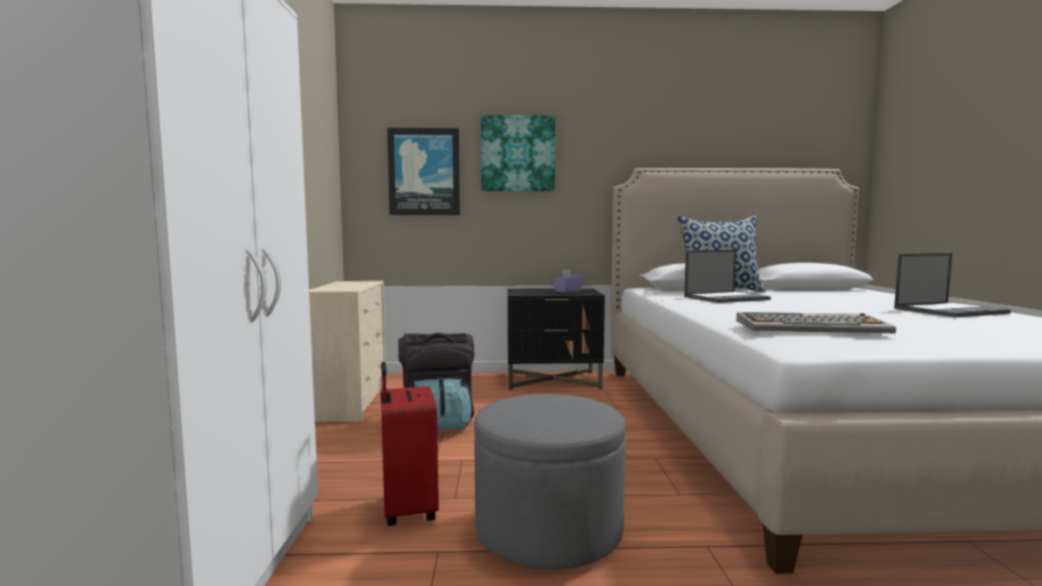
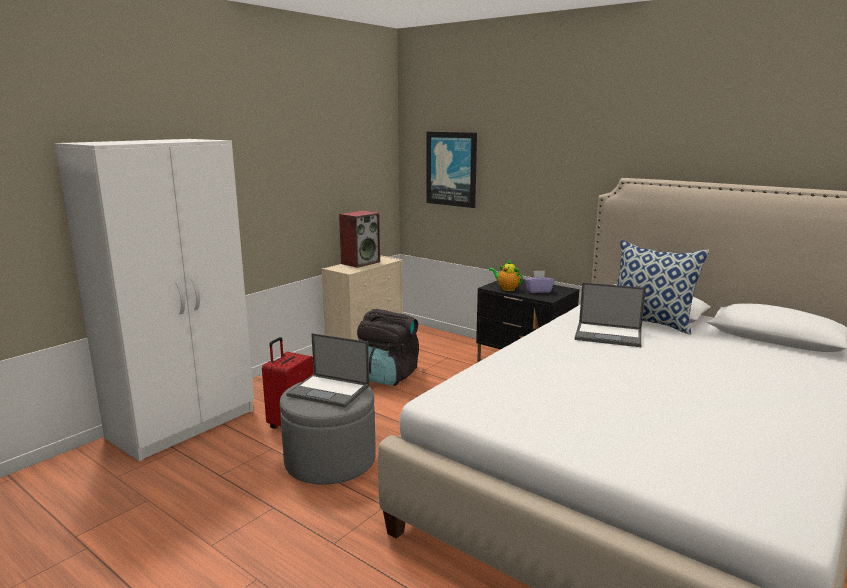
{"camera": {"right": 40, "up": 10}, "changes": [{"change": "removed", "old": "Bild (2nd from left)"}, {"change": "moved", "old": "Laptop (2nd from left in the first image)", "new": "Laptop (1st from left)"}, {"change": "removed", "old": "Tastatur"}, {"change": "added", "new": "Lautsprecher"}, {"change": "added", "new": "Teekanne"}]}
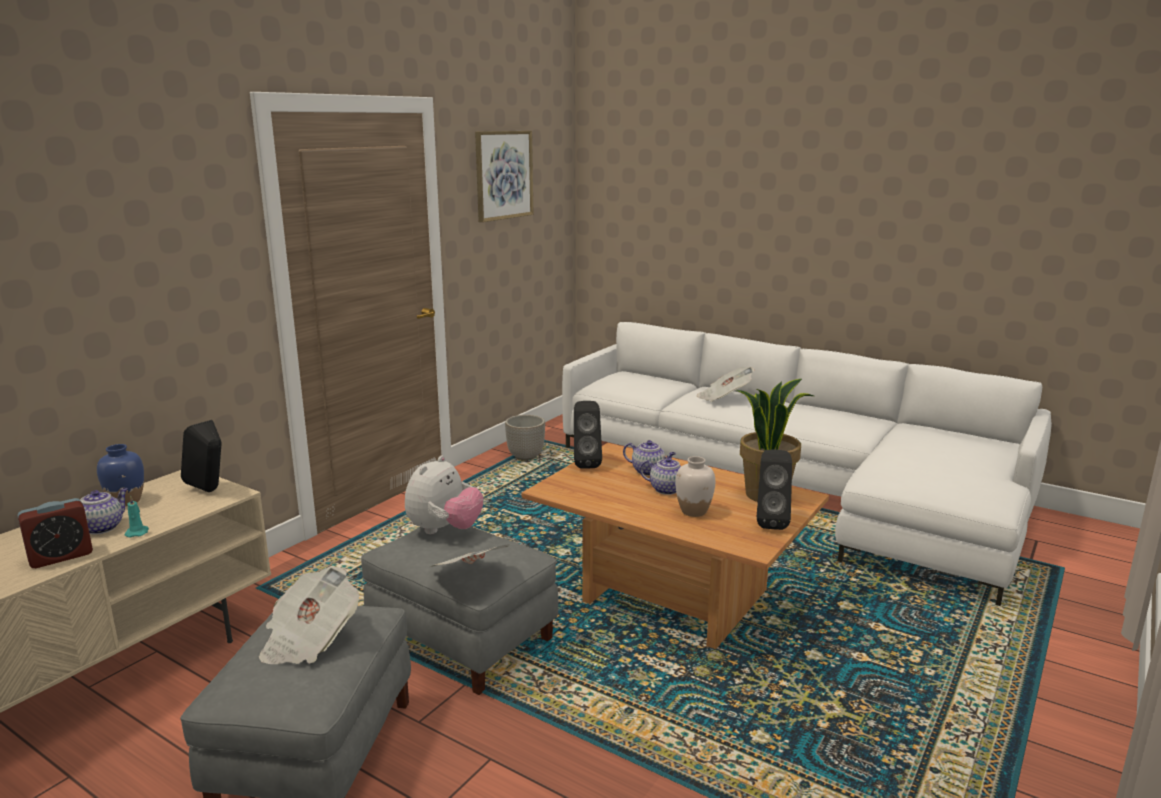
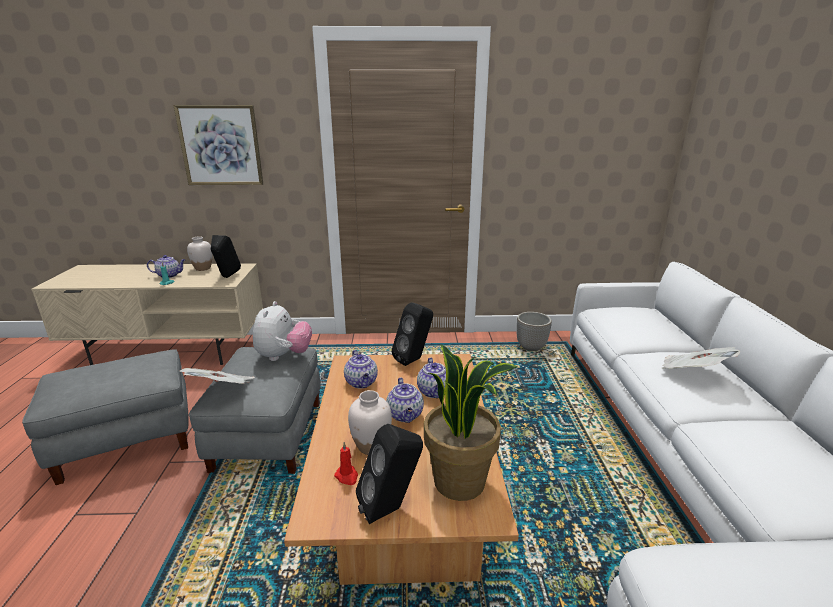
{"camera": {"right": 55, "up": 5}, "changes": [{"change": "moved", "old": "Bild"}, {"change": "recoloured", "old": "Vase (blau)", "new": "Vase (weiß) (1st from left)"}, {"change": "turned", "old": "Plüschtier", "degrees": -75}, {"change": "removed", "old": "Wecker"}, {"change": "removed", "old": "Zeitung (1st from left)"}, {"change": "added", "new": "Teekanne (2nd from left)"}, {"change": "added", "new": "Kerze (rot)"}]}
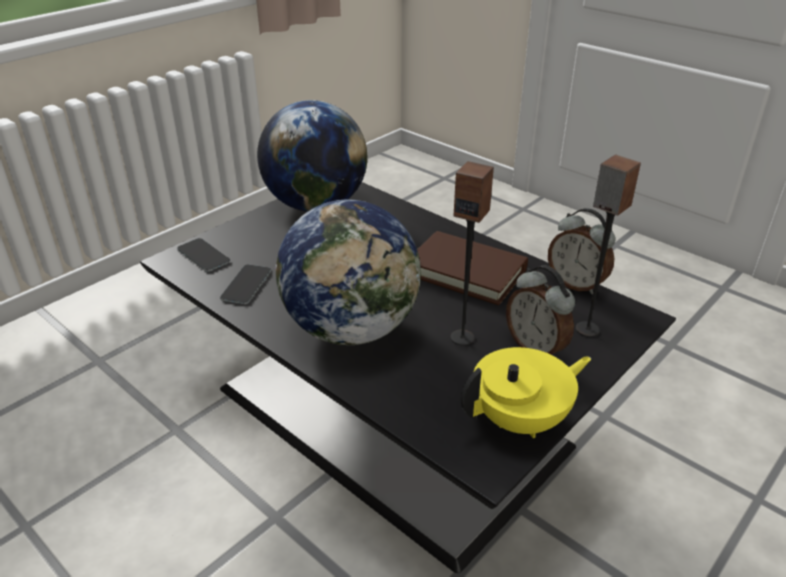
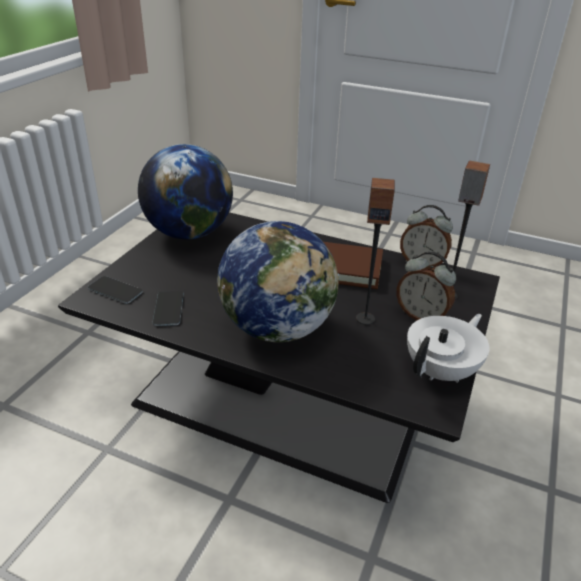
{"camera": {"right": -20, "up": 0}, "changes": [{"change": "recoloured", "old": "Teekanne (gelb)", "new": "Teekanne (weiß)"}]}
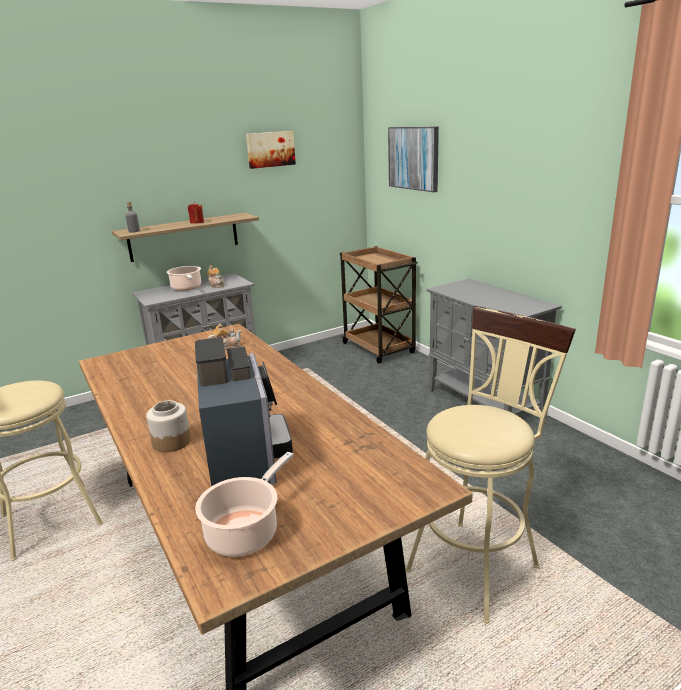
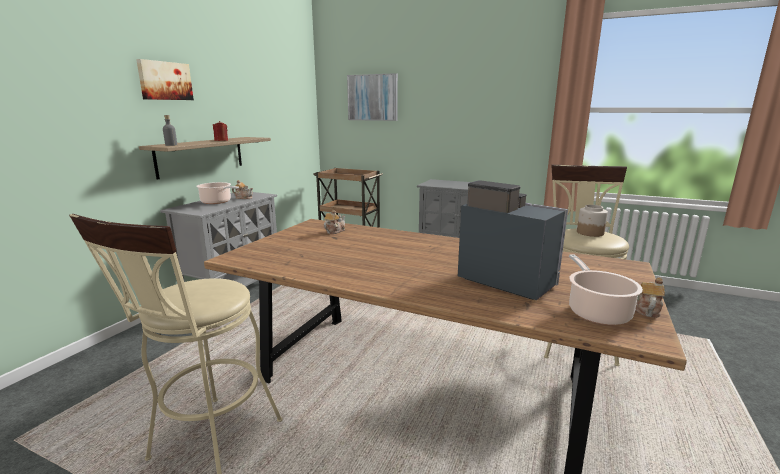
{"camera": {"right": -35, "up": -5}, "changes": [{"change": "moved", "old": "Bild (1st from left)"}, {"change": "moved", "old": "Vorratsglas"}, {"change": "added", "new": "Teekanne (3rd from left)"}]}
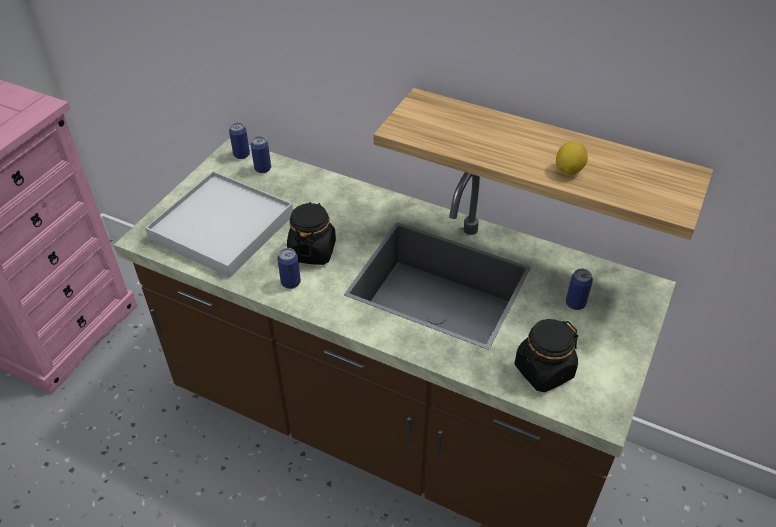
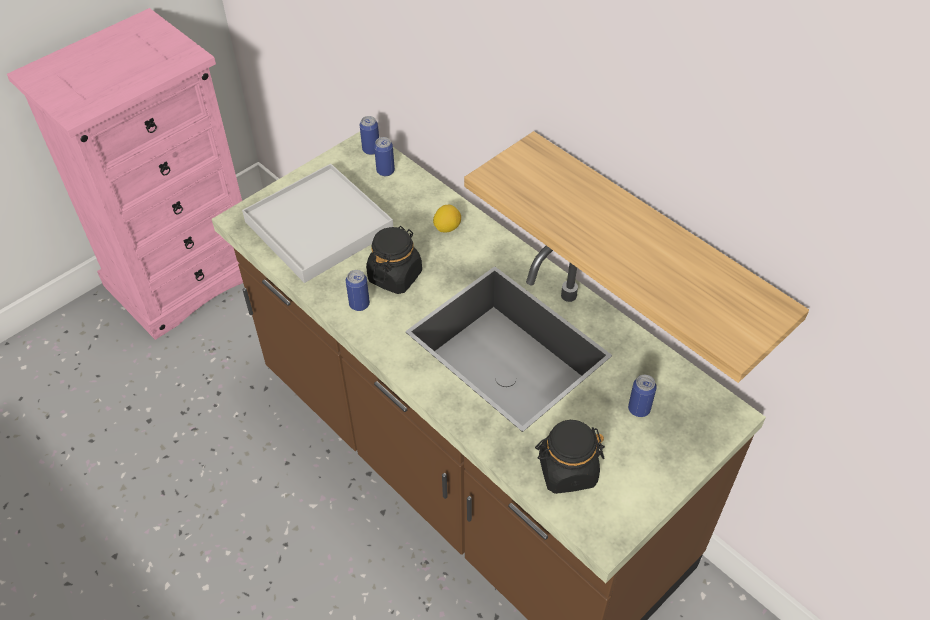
{"camera": {"right": 20, "up": 5}, "changes": [{"change": "moved", "old": "Zitrone"}]}
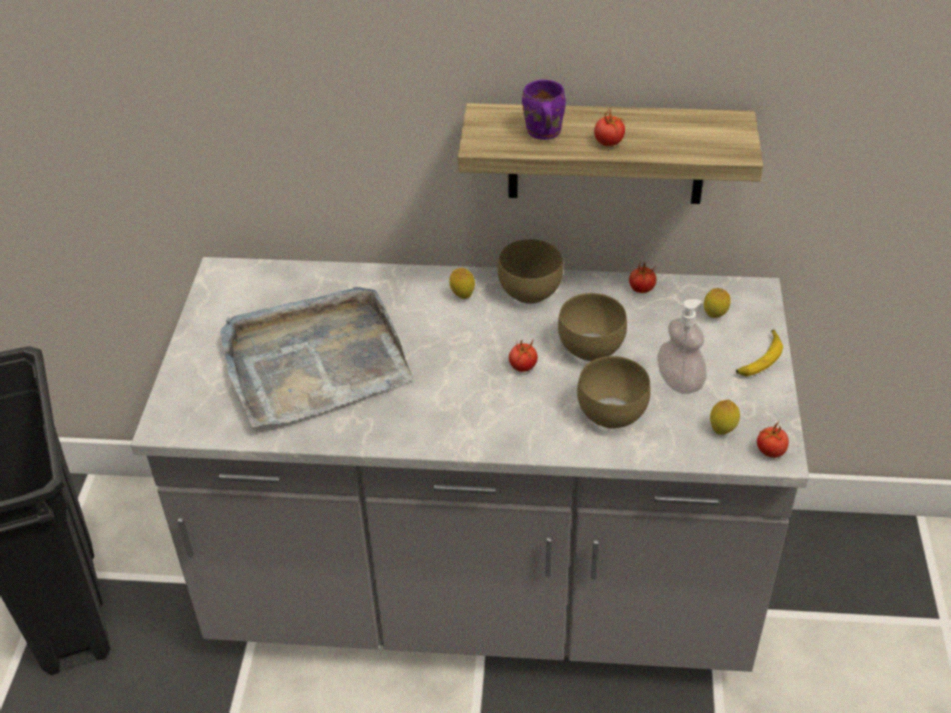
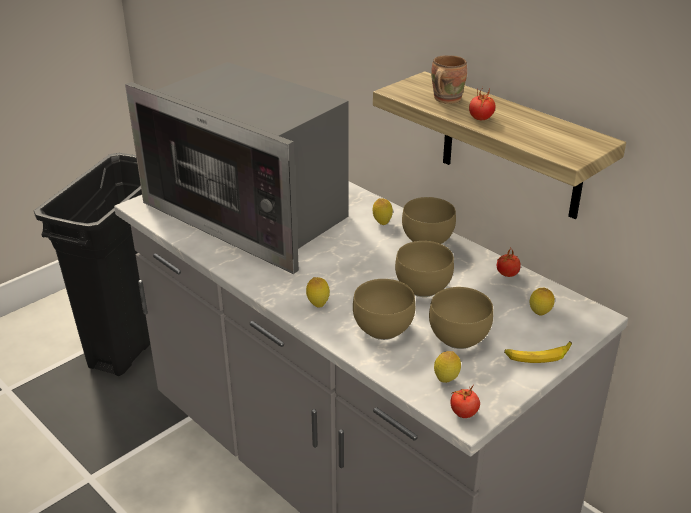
{"camera": {"right": 40, "up": -10}, "changes": [{"change": "recoloured", "old": "Henkelbecher (lila)", "new": "Henkelbecher (braun)"}, {"change": "replaced", "old": "Tablett (grau)", "new": "Mikrowelle"}, {"change": "replaced", "old": "Seifenspender", "new": "Schüssel (braun) (4th from left)"}, {"change": "removed", "old": "Tomate (1st from left)"}, {"change": "added", "new": "Zitrone (1st from left)"}]}
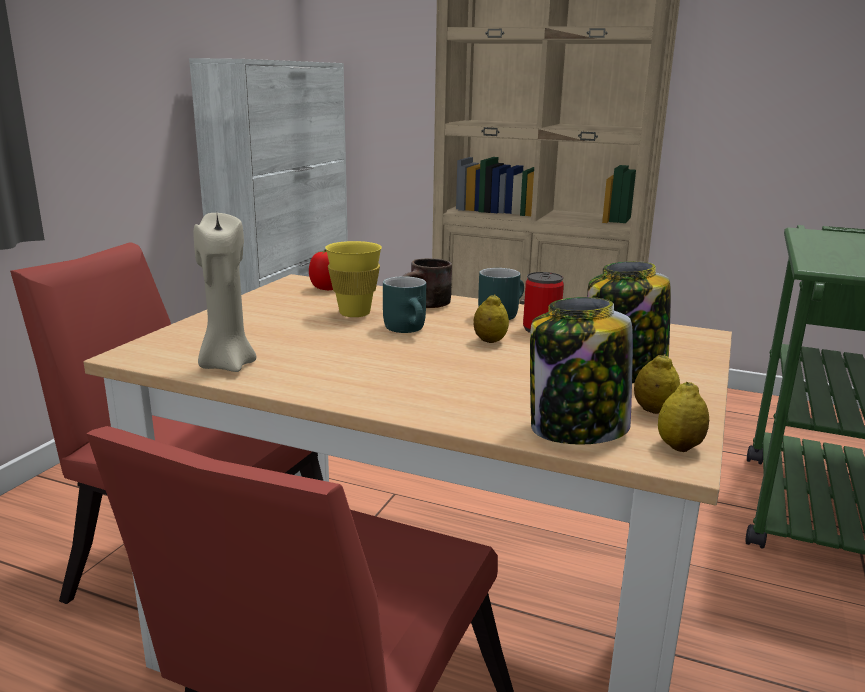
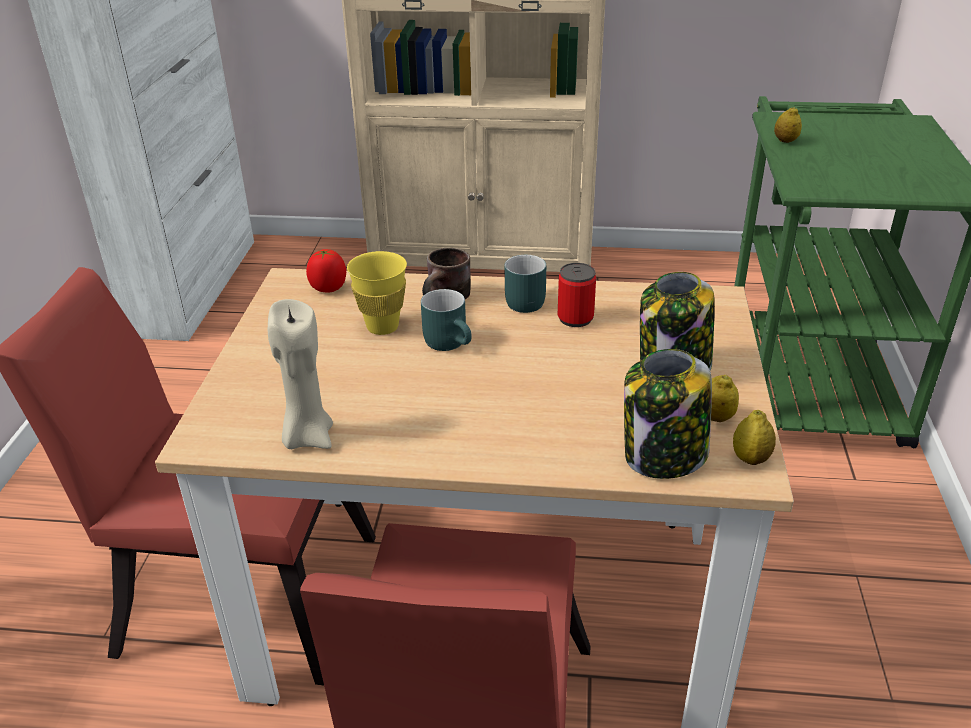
{"camera": {"right": -15, "up": 15}, "changes": [{"change": "moved", "old": "Zitrone (1st from left in the first image)", "new": "Zitrone (3rd from left)"}]}
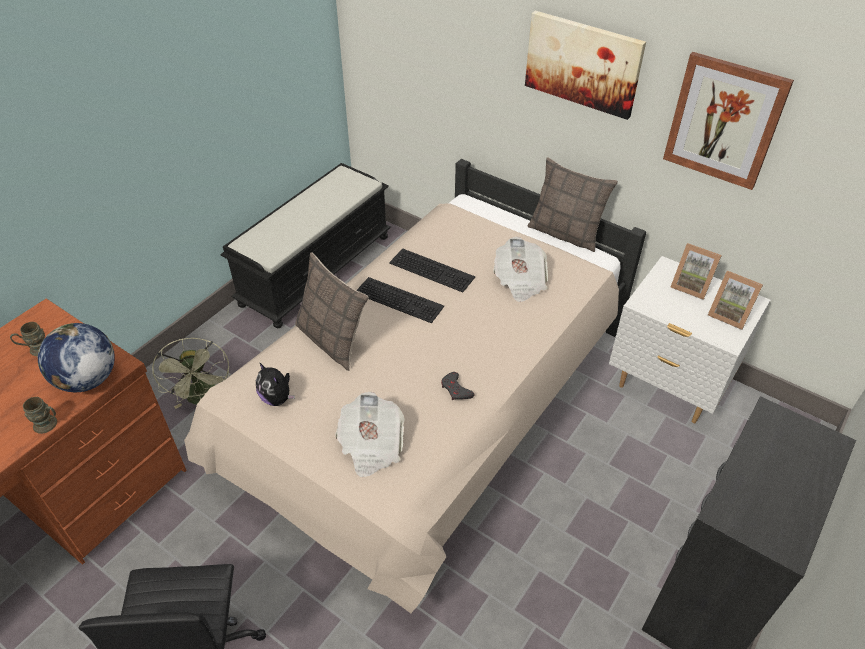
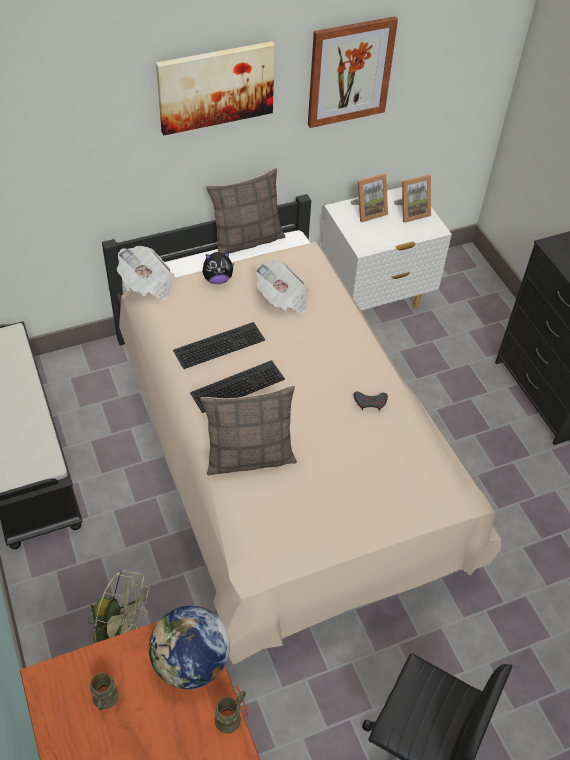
{"camera": {"right": -60, "up": 5}, "changes": [{"change": "moved", "old": "Plüschtier"}, {"change": "moved", "old": "Zeitung (1st from left)"}]}
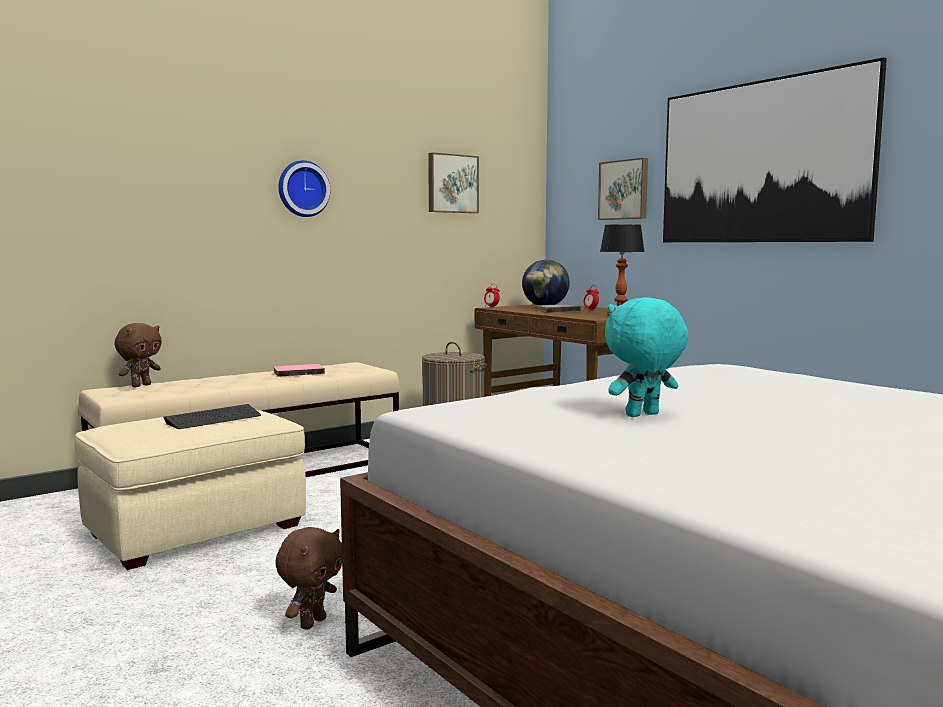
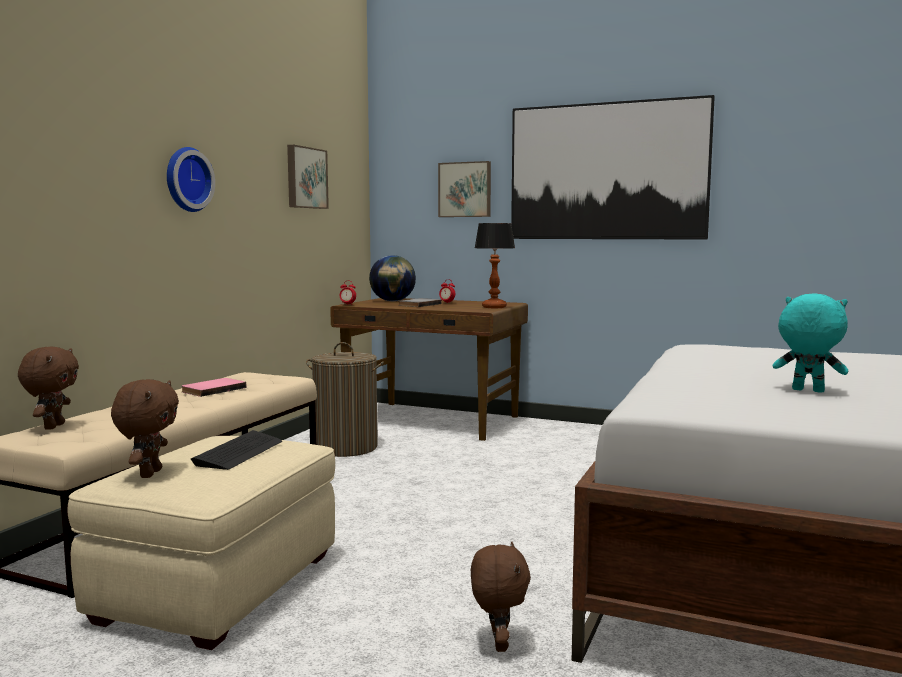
{"camera": {"right": -30, "up": 0}, "changes": [{"change": "turned", "old": "Plüschtier (türkis)", "degrees": 90}, {"change": "added", "new": "Plüschtier (braun) (2nd from left)"}]}
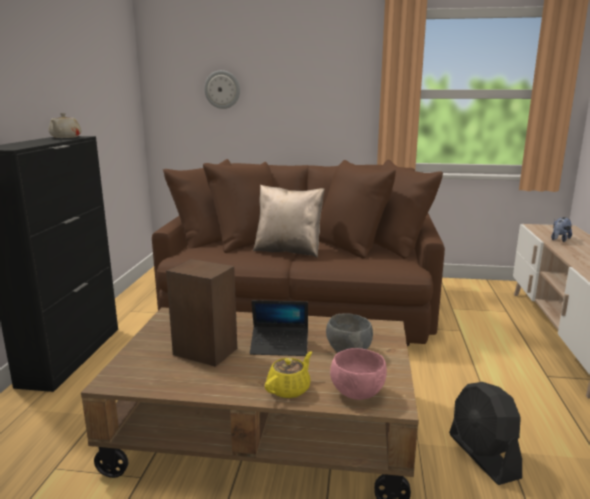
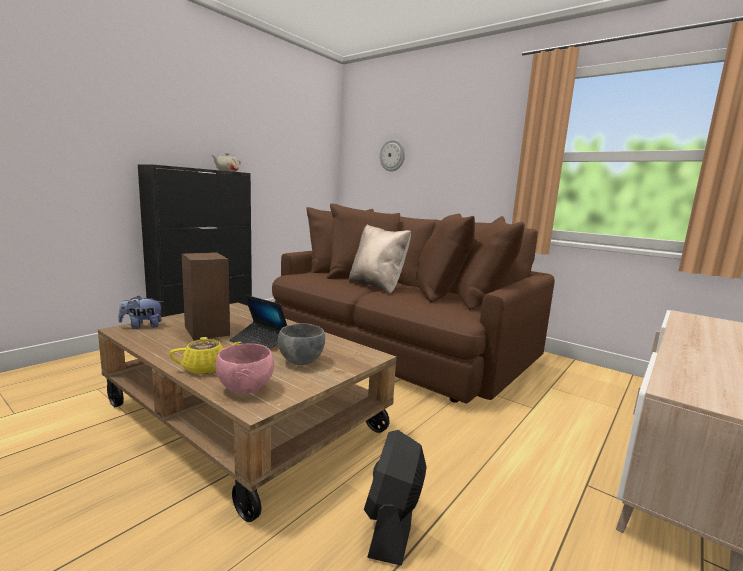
{"camera": {"right": 30, "up": -5}, "changes": [{"change": "moved", "old": "Plüschtier"}]}
